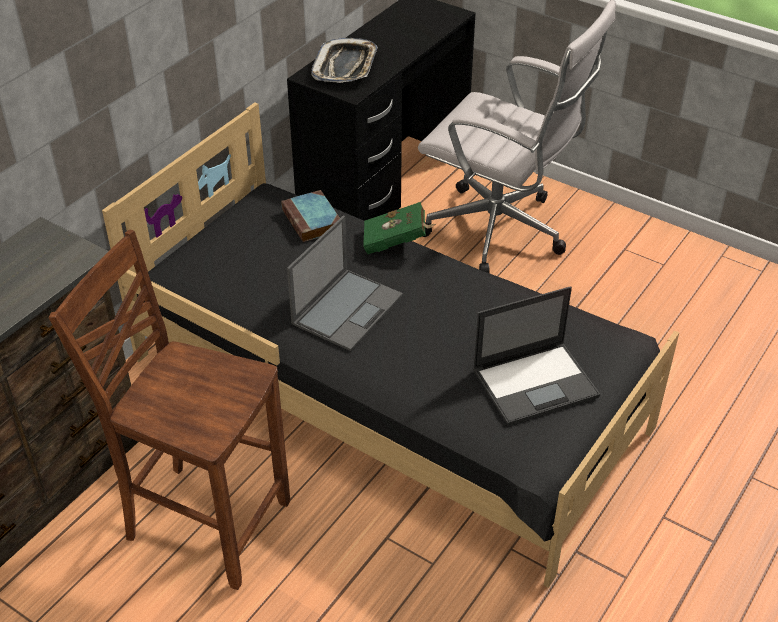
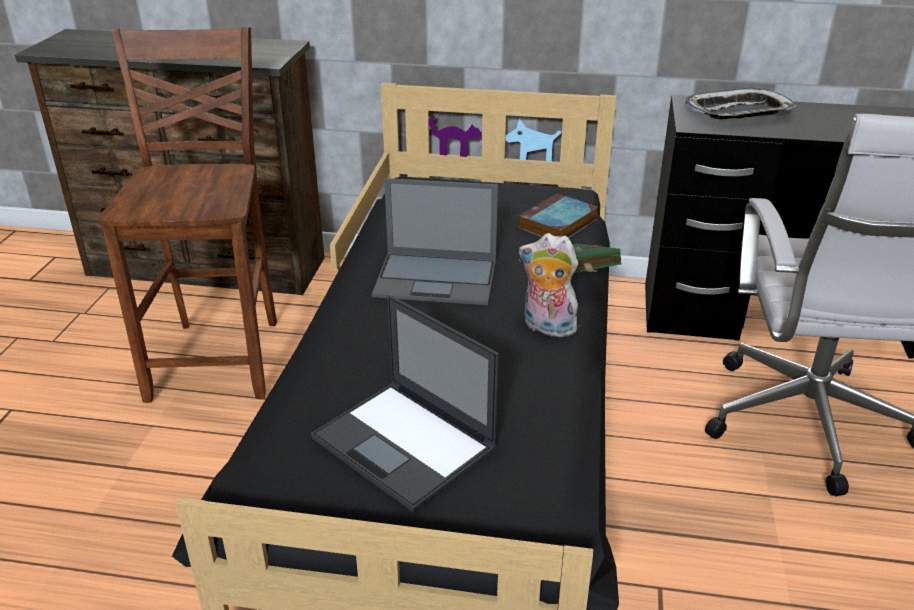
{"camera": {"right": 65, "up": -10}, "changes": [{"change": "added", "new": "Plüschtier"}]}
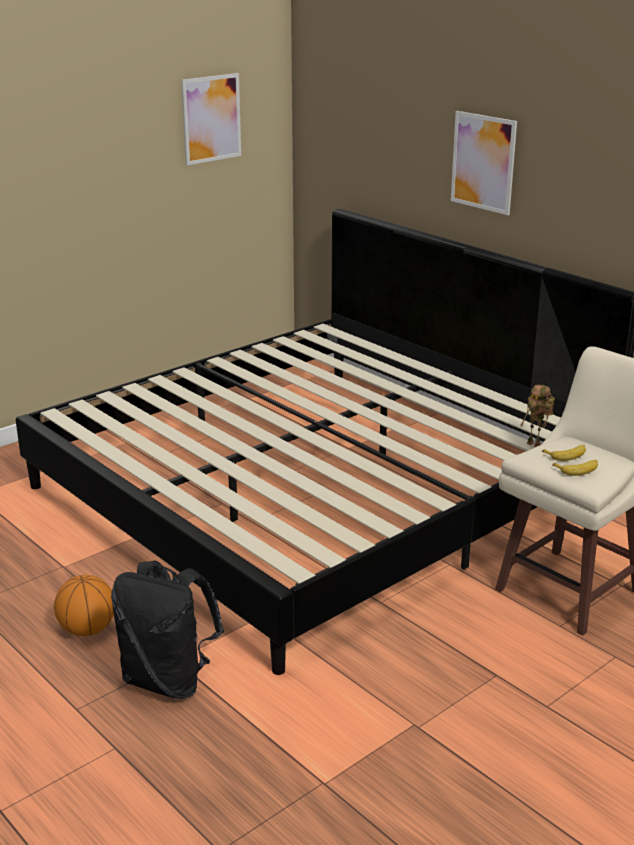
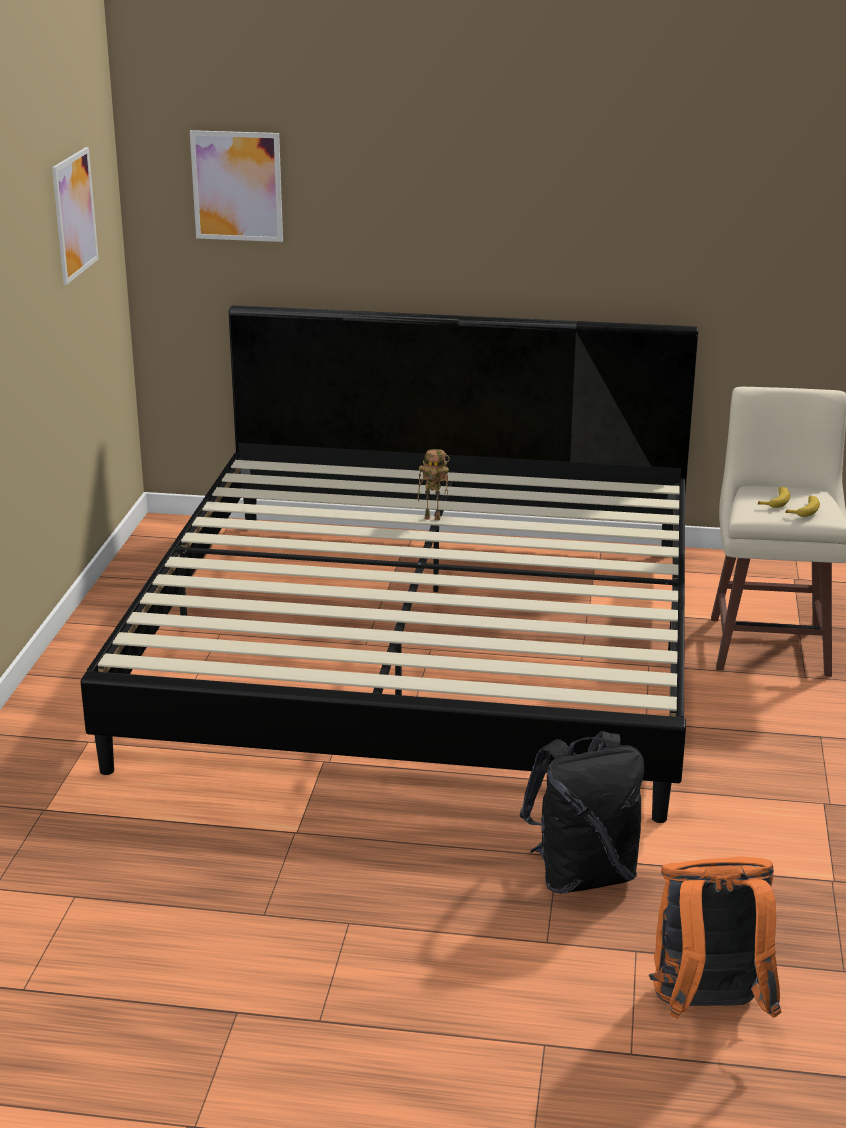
{"camera": {"right": -40, "up": 0}, "changes": [{"change": "moved", "old": "Bild (2nd from left)"}, {"change": "moved", "old": "Spielzeugroboter"}, {"change": "removed", "old": "Basketball"}, {"change": "added", "new": "Rucksack (orange)"}]}
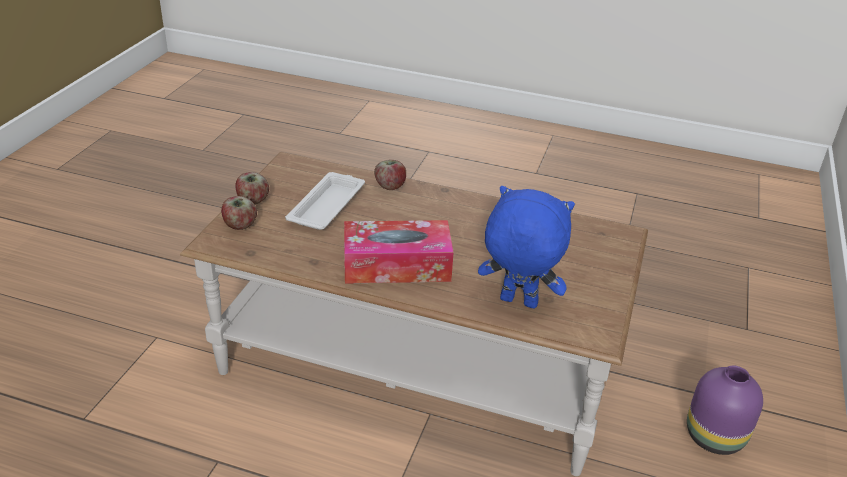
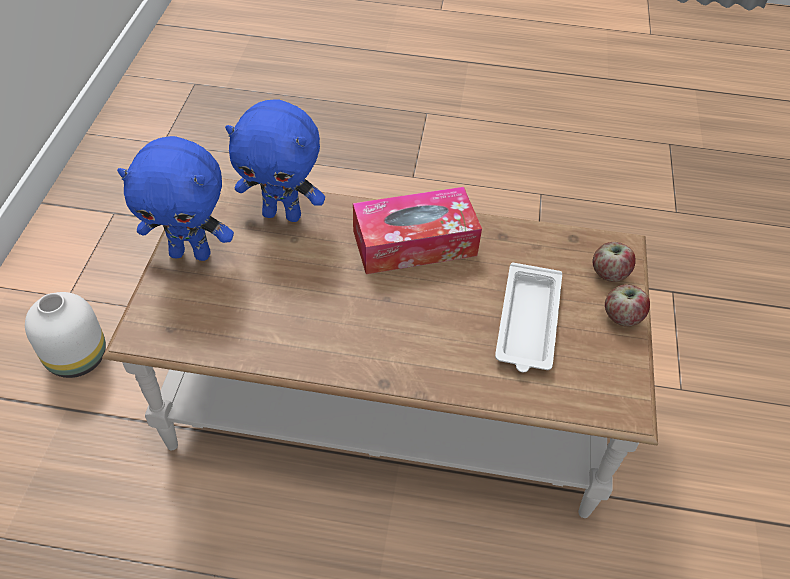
{"camera": {"right": 170, "up": 15}, "changes": [{"change": "removed", "old": "Apfel (3rd from left)"}, {"change": "recoloured", "old": "Vase (lila)", "new": "Vase (weiß)"}, {"change": "added", "new": "Plüschtier (blau) (1st from left)"}]}
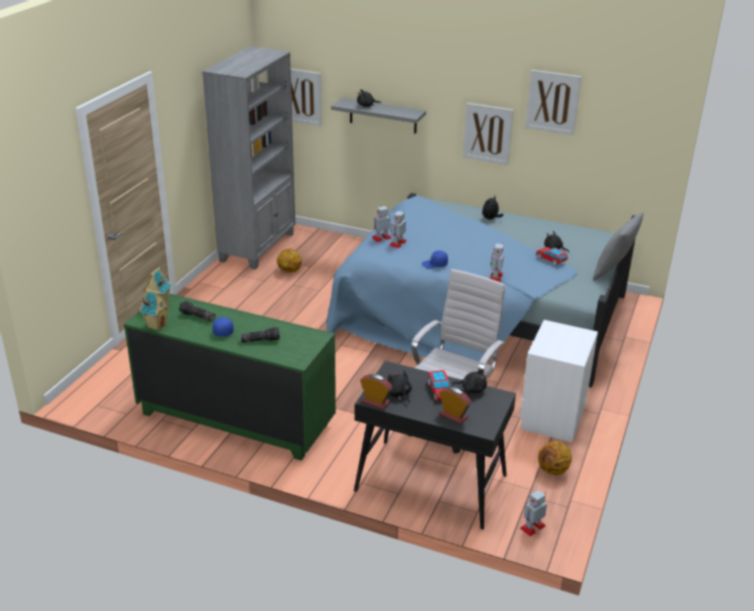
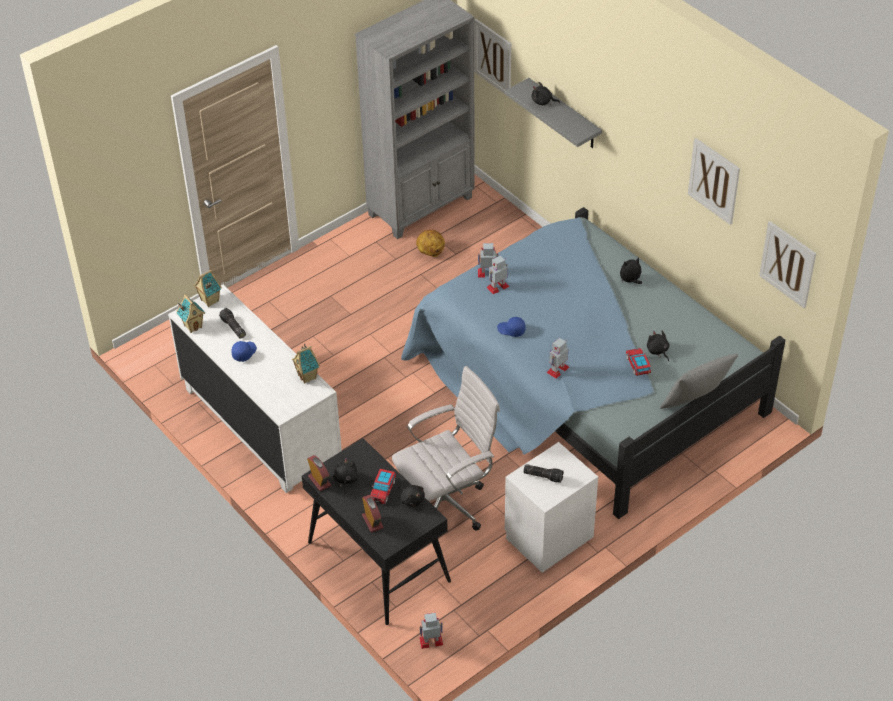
{"camera": {"right": 30, "up": 15}, "changes": [{"change": "moved", "old": "Bild (2nd from left in the first image)", "new": "Bild (3rd from left)"}, {"change": "recoloured", "old": "Kommode (grün)", "new": "Kommode (weiß)"}, {"change": "moved", "old": "Taschenlampe (2nd from left)"}, {"change": "removed", "old": "Basketball (2nd from left)"}, {"change": "added", "new": "Spielzeughaus (3rd from left)"}]}
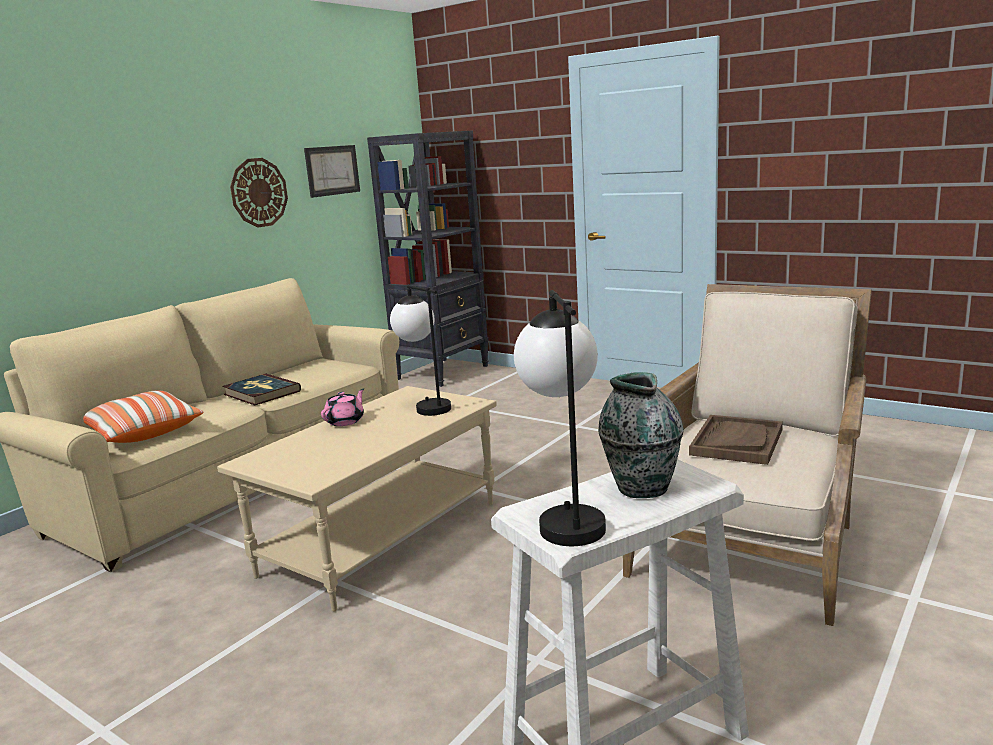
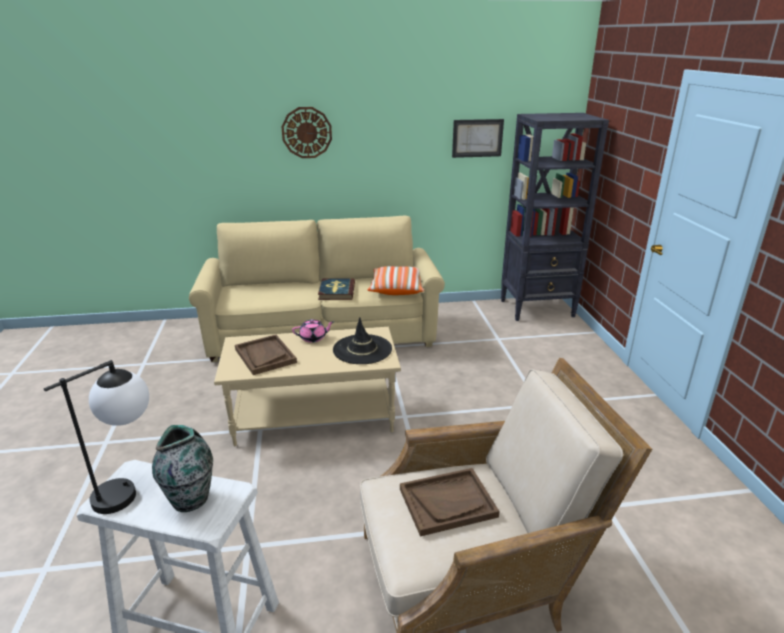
{"camera": {"right": 45, "up": 10}, "changes": [{"change": "moved", "old": "Wanduhr"}, {"change": "replaced", "old": "Tischlampe (1st from left)", "new": "Hut (schwarz)"}, {"change": "moved", "old": "Kissen"}, {"change": "added", "new": "Tablett (braun) (1st from left)"}]}
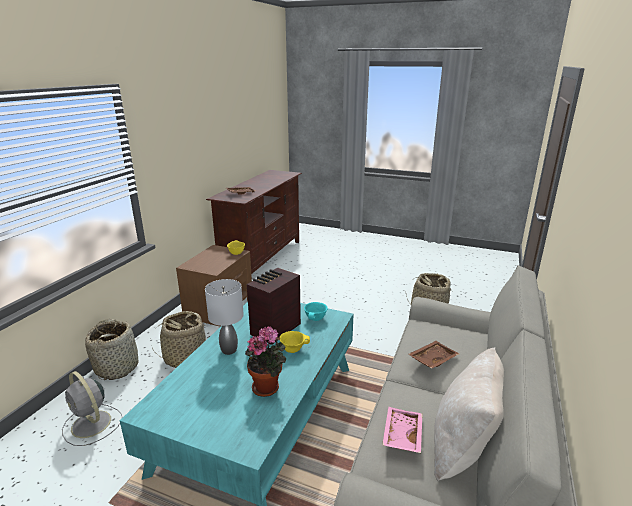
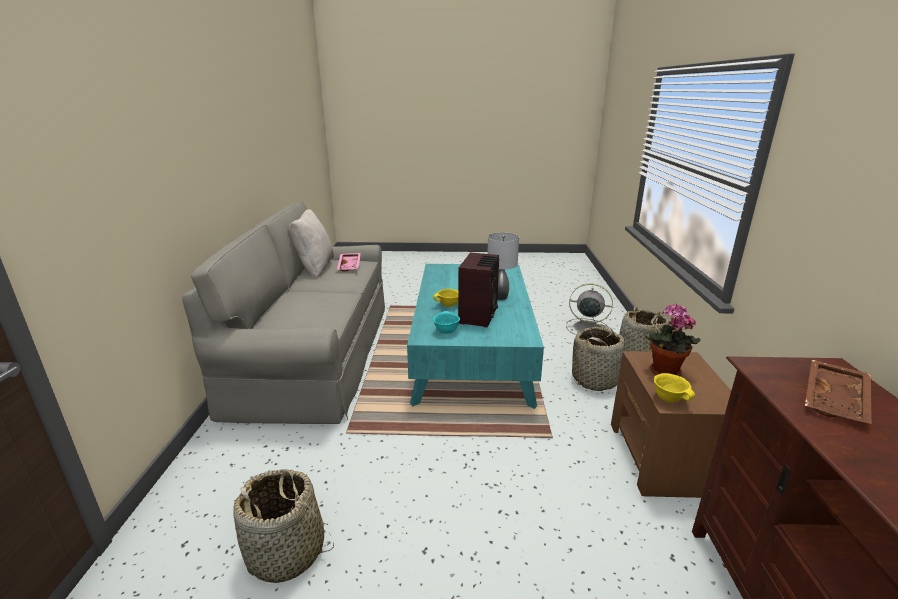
{"camera": {"right": 160, "up": 0}, "changes": [{"change": "moved", "old": "Topfpflanze"}, {"change": "removed", "old": "Tablett (braun) (2nd from left)"}]}
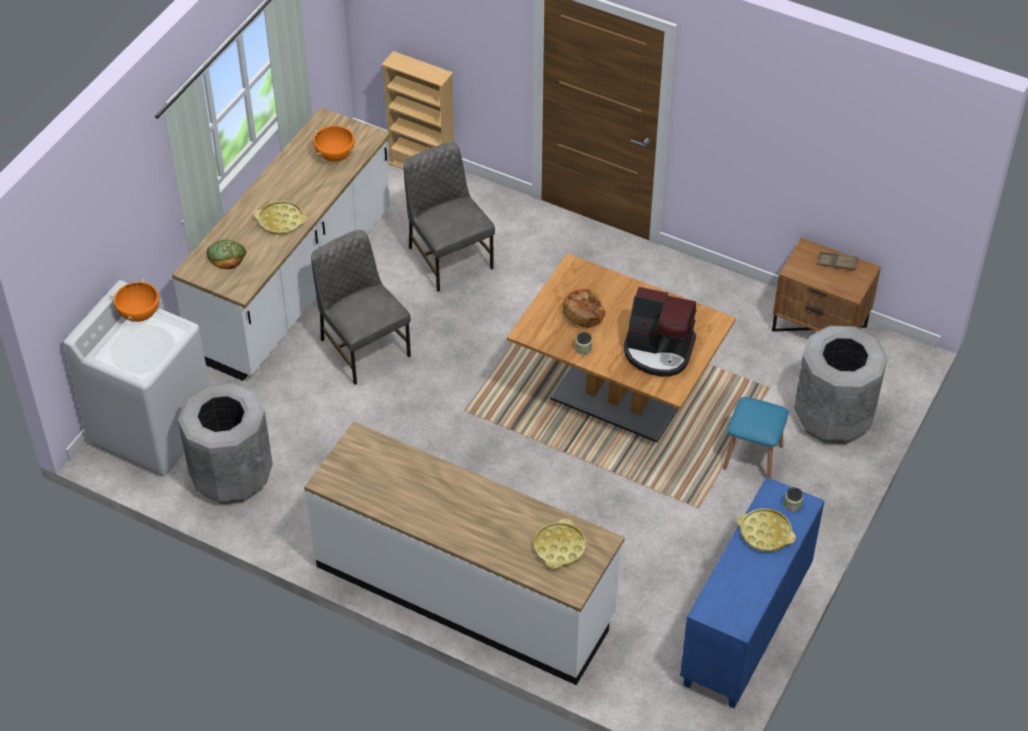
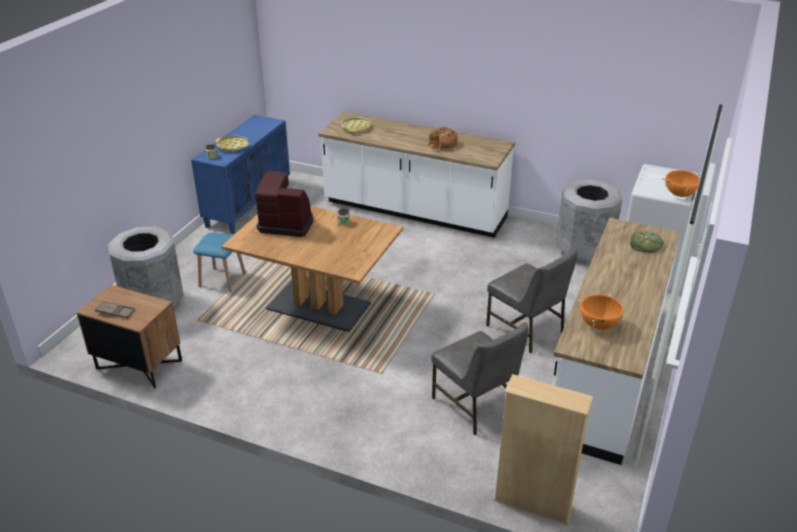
{"camera": {"right": 175, "up": -15}, "changes": [{"change": "removed", "old": "Tablett (gelb) (1st from left)"}, {"change": "moved", "old": "Brot (2nd from left in the first image)", "new": "Brot (1st from left)"}]}
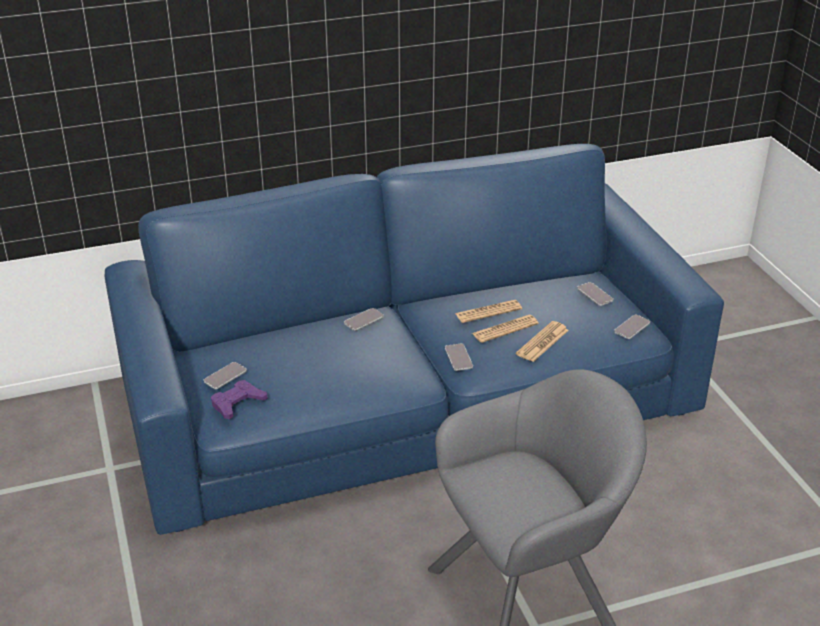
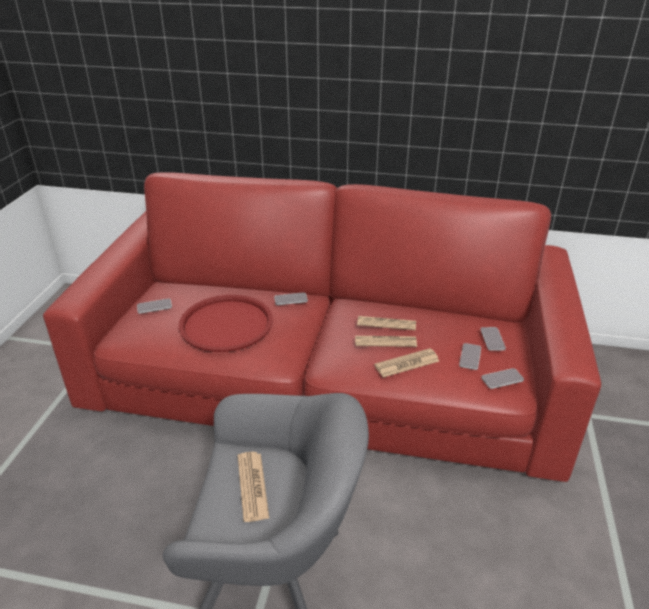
{"camera": {"right": 30, "up": 0}, "changes": [{"change": "recoloured", "old": "Sofa (blau)", "new": "Sofa (rot)"}, {"change": "moved", "old": "Handy (3rd from left)"}, {"change": "removed", "old": "Gamepad (lila)"}, {"change": "added", "new": "Tablett (rot)"}, {"change": "added", "new": "Zeitung (1st from left)"}]}
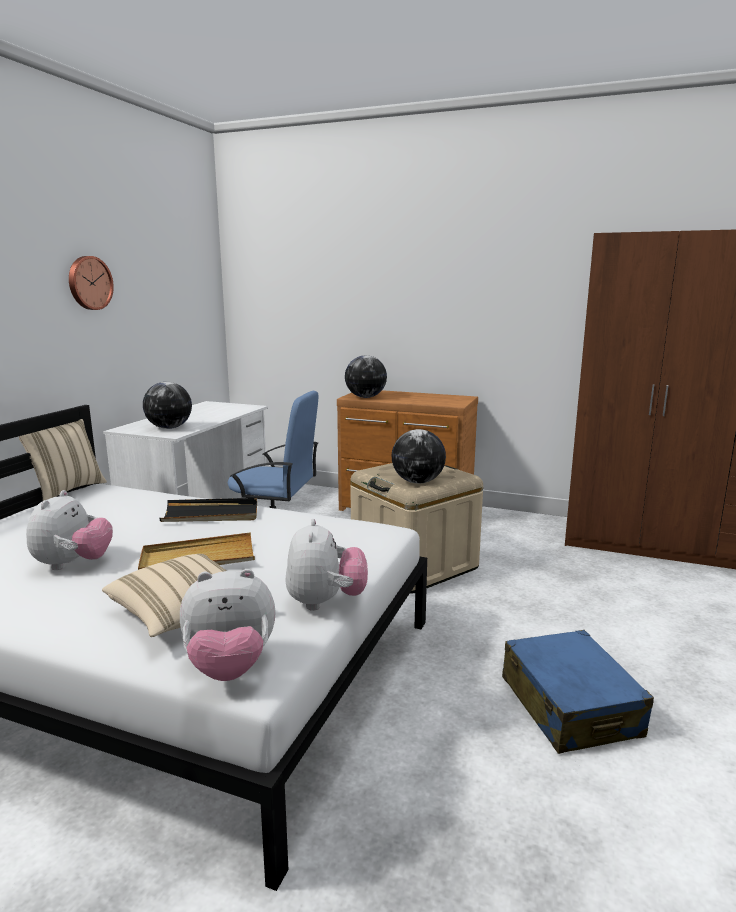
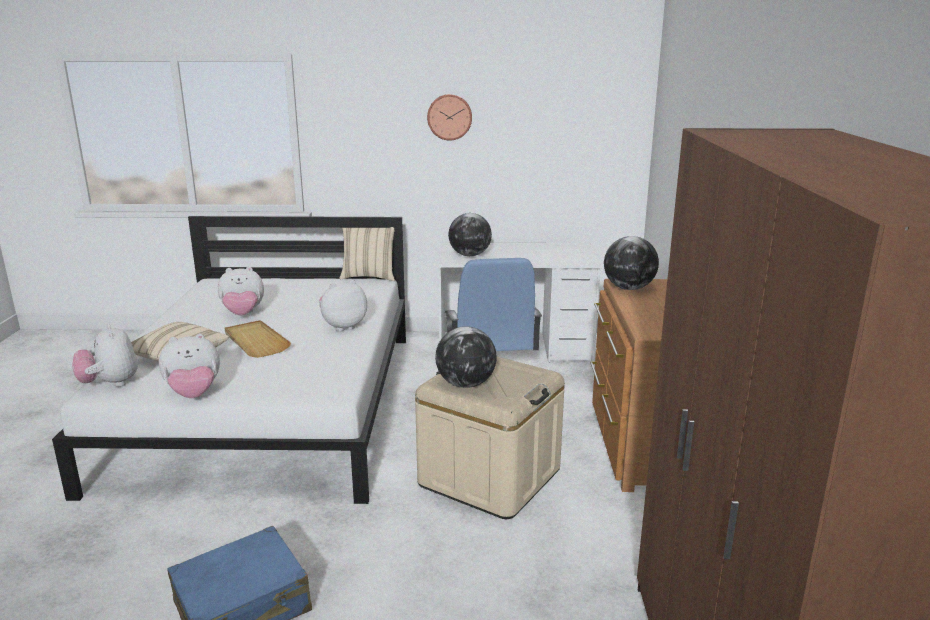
{"camera": {"right": 70, "up": 5}, "changes": [{"change": "replaced", "old": "Tablett (schwarz)", "new": "Plüschtier (4th from left)"}]}
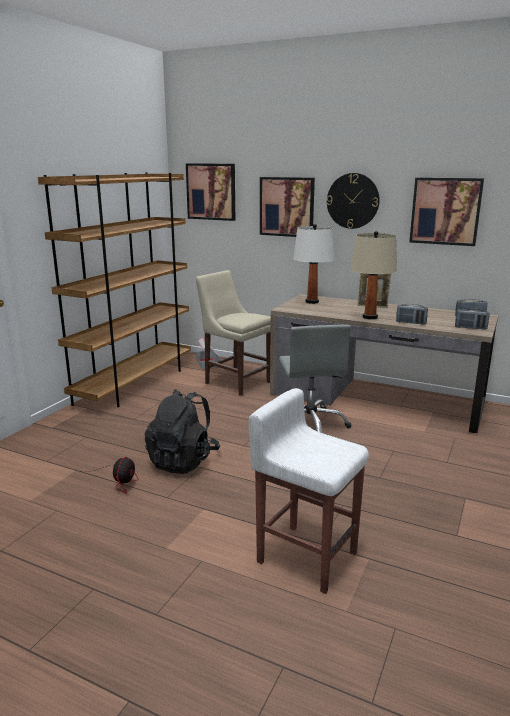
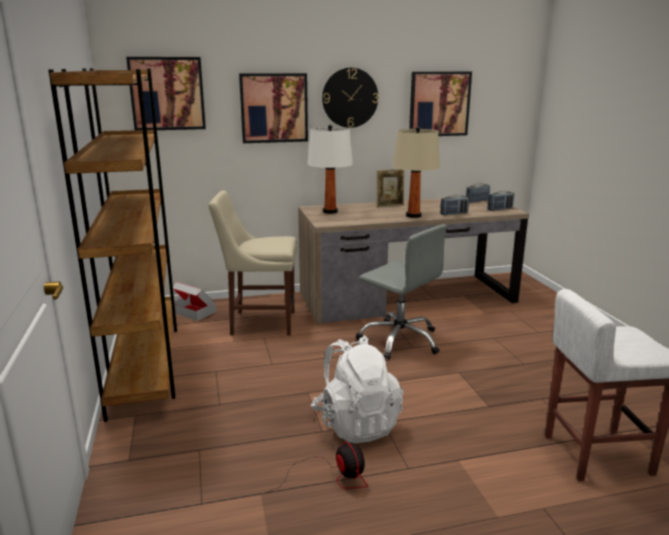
{"camera": {"right": -40, "up": 0}, "changes": [{"change": "recoloured", "old": "Rucksack (schwarz)", "new": "Rucksack (weiß)"}]}
